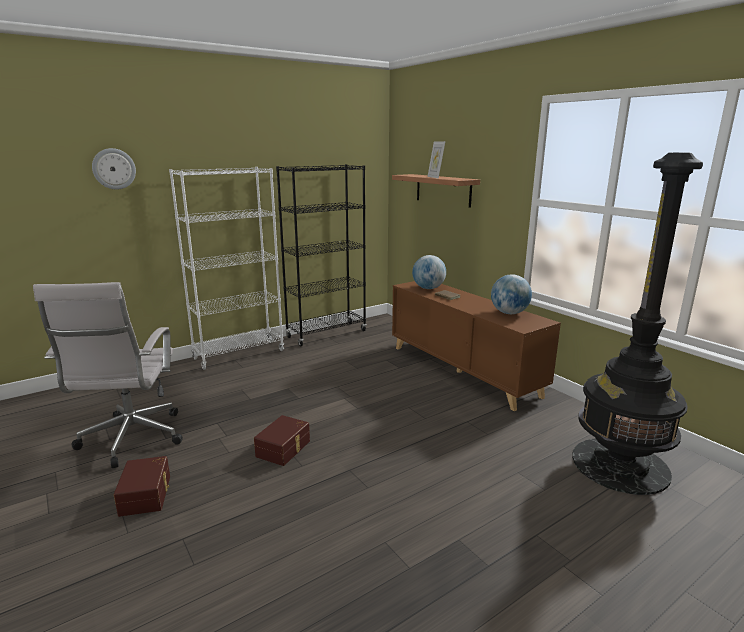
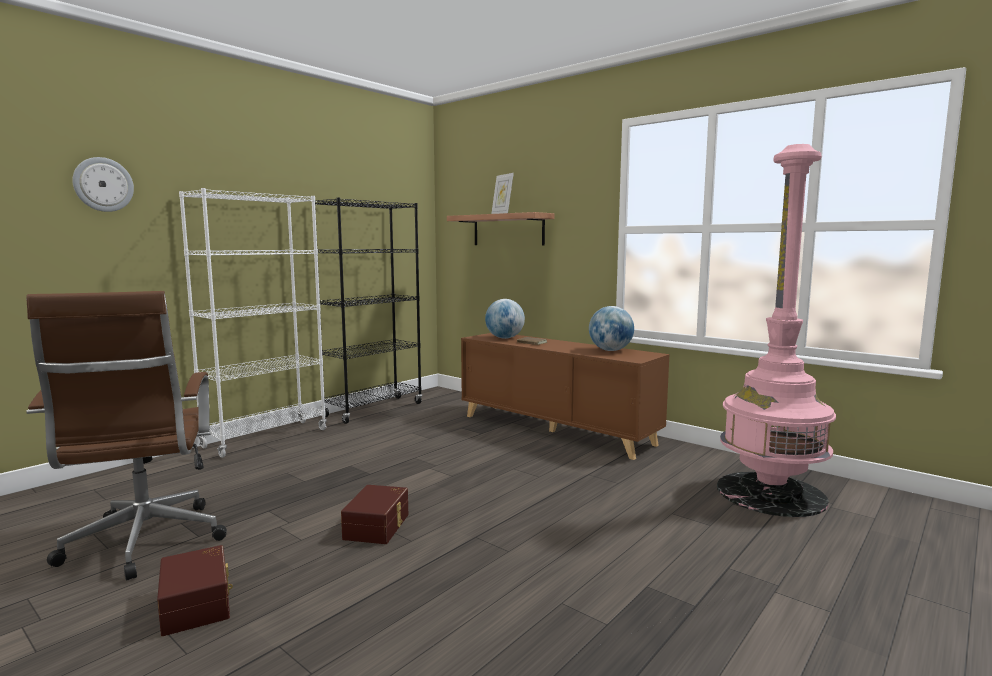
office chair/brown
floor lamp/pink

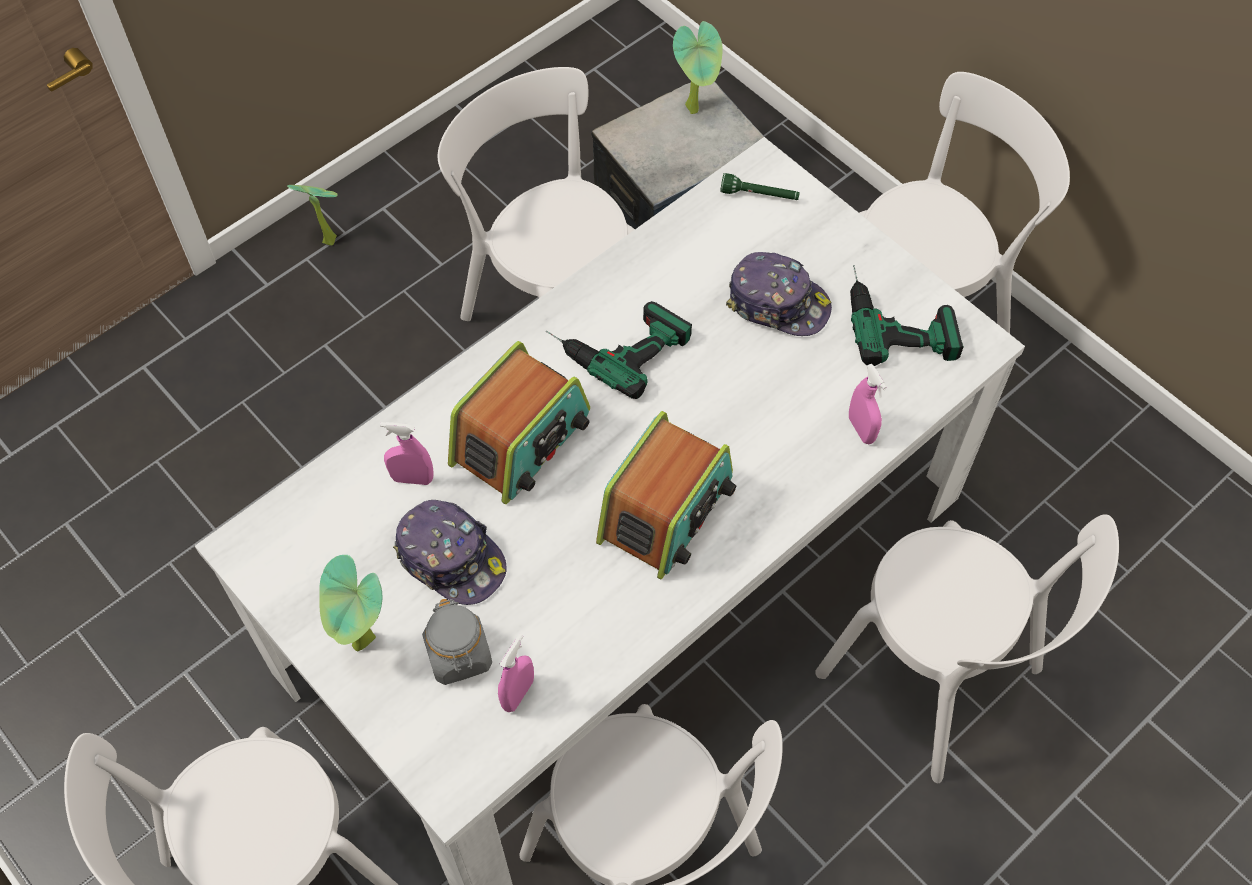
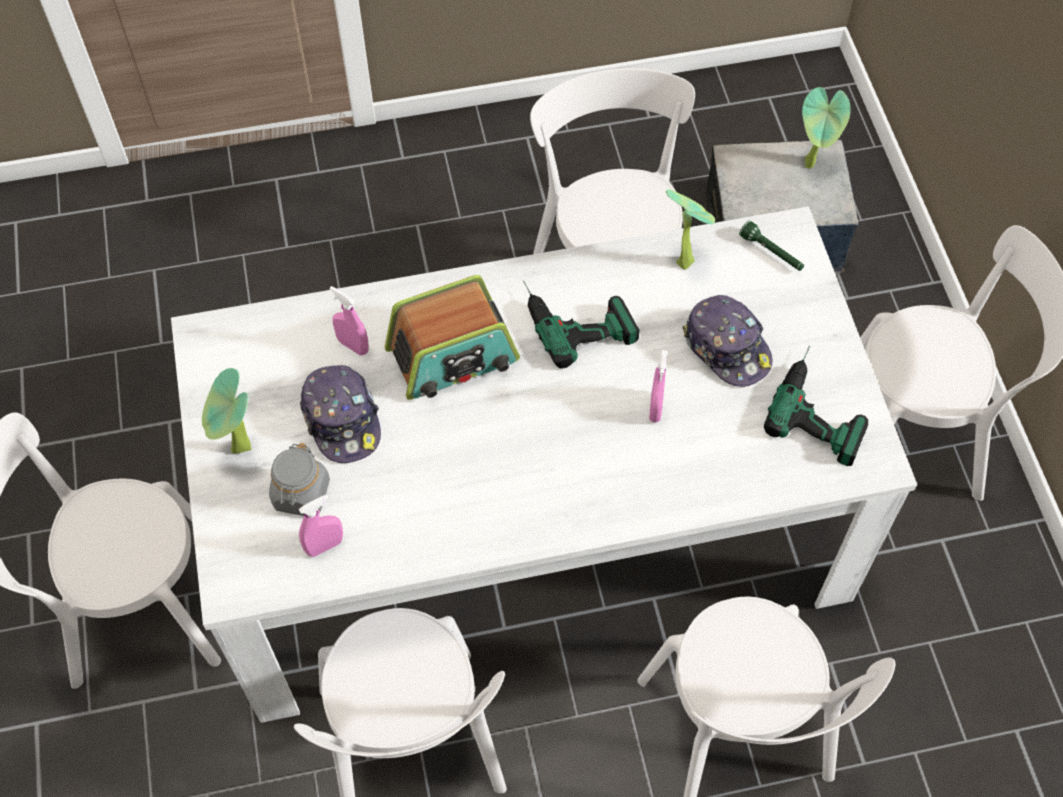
potted plant (2nd from left)
radio (2nd from left in the first image)
spray bottle/pink (3rd from left)

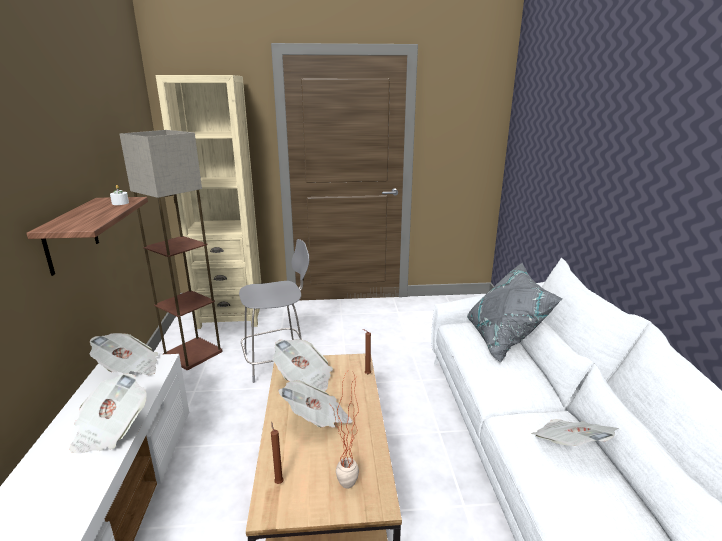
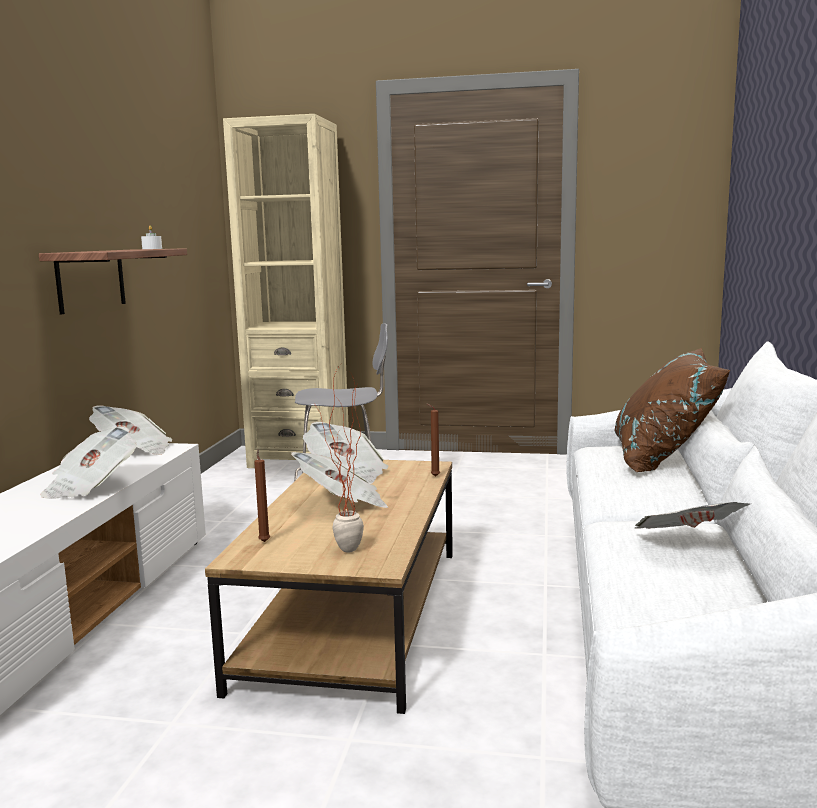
floor lamp
pillow/brown

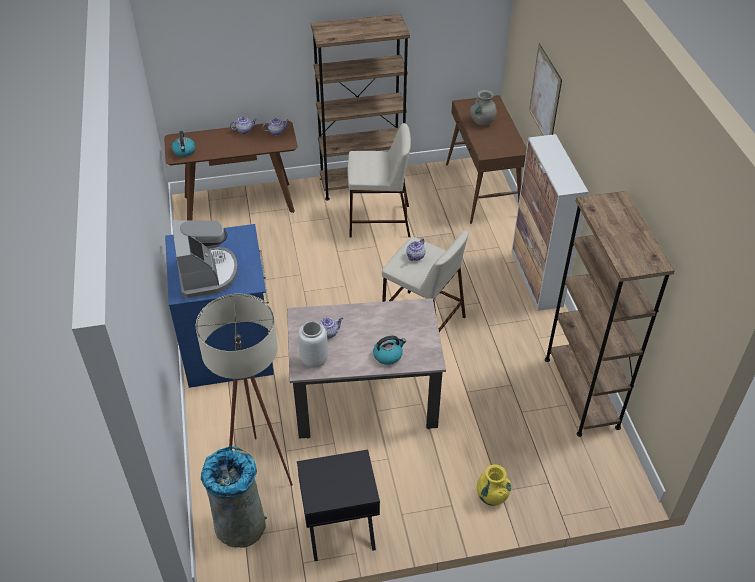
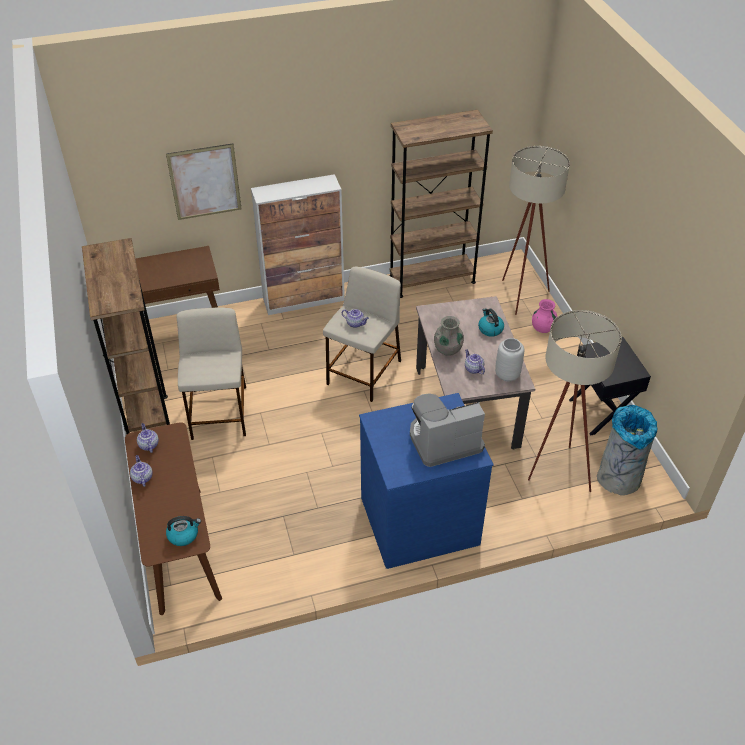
vase/grey (1st from left)
vase/pink
floor lamp/beige (1st from left)

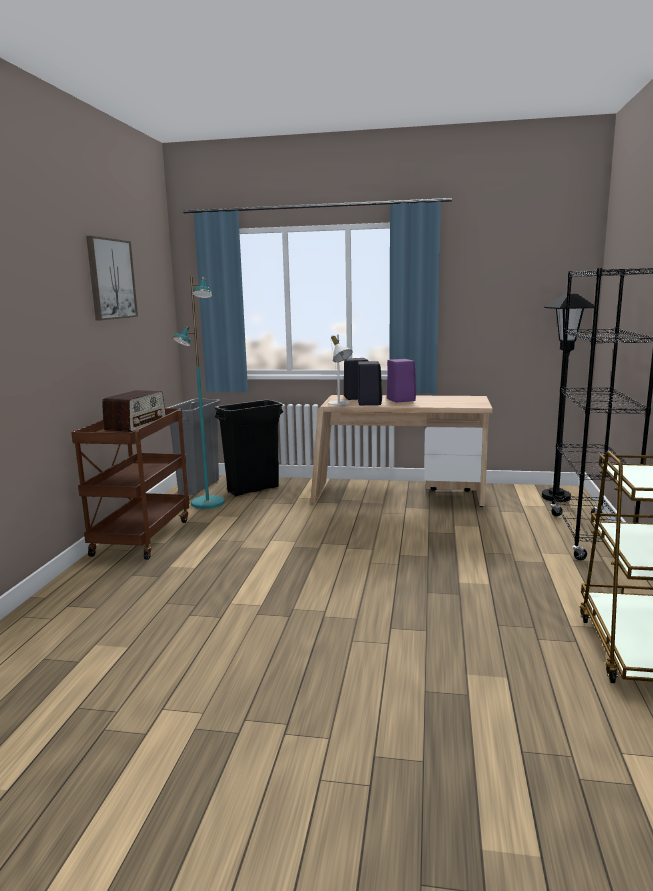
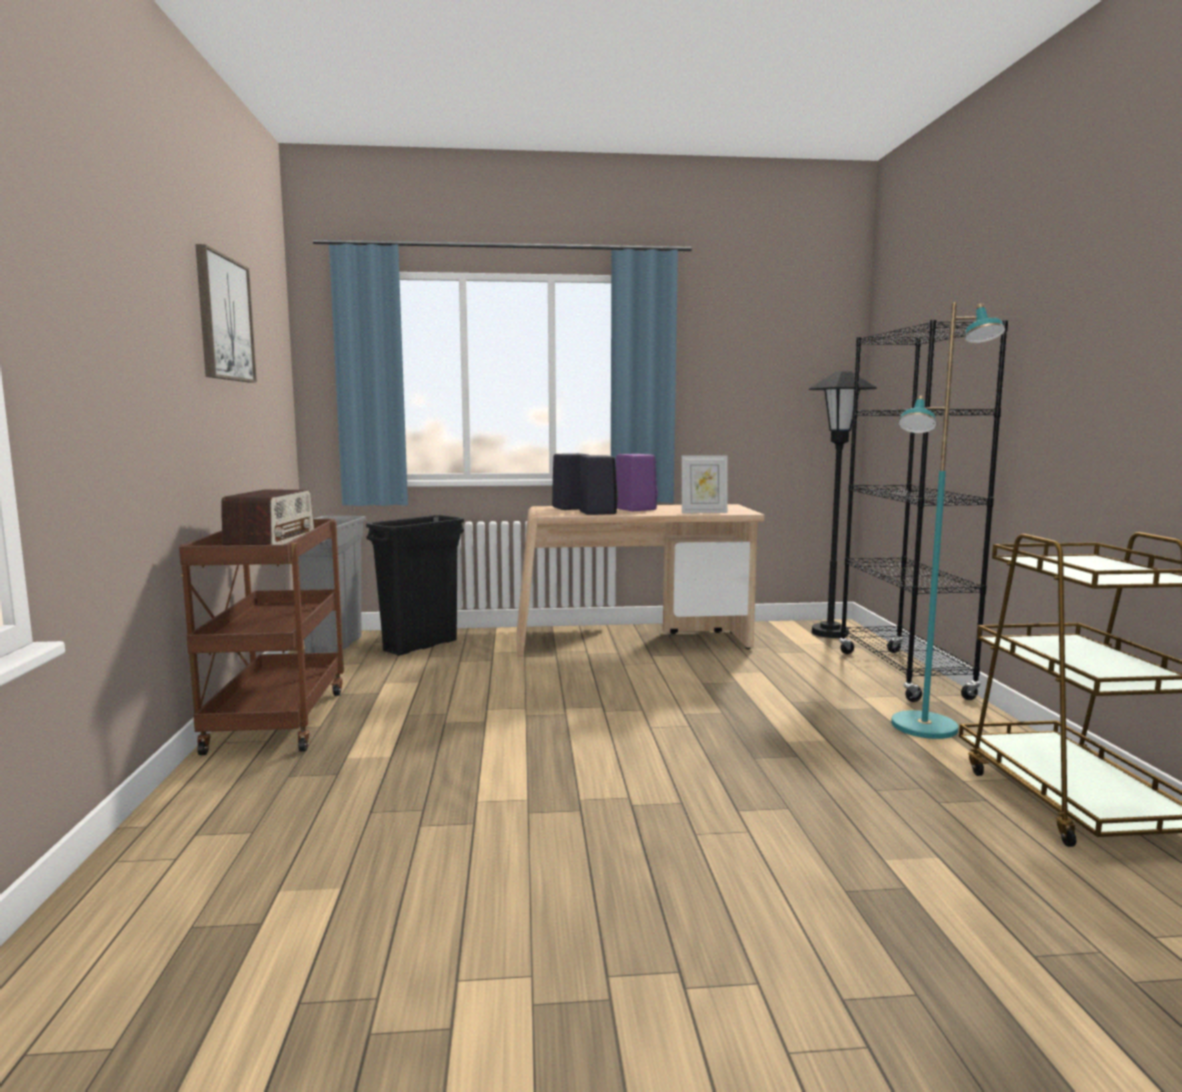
floor lamp/turquoise
table lamp/white
picture frame

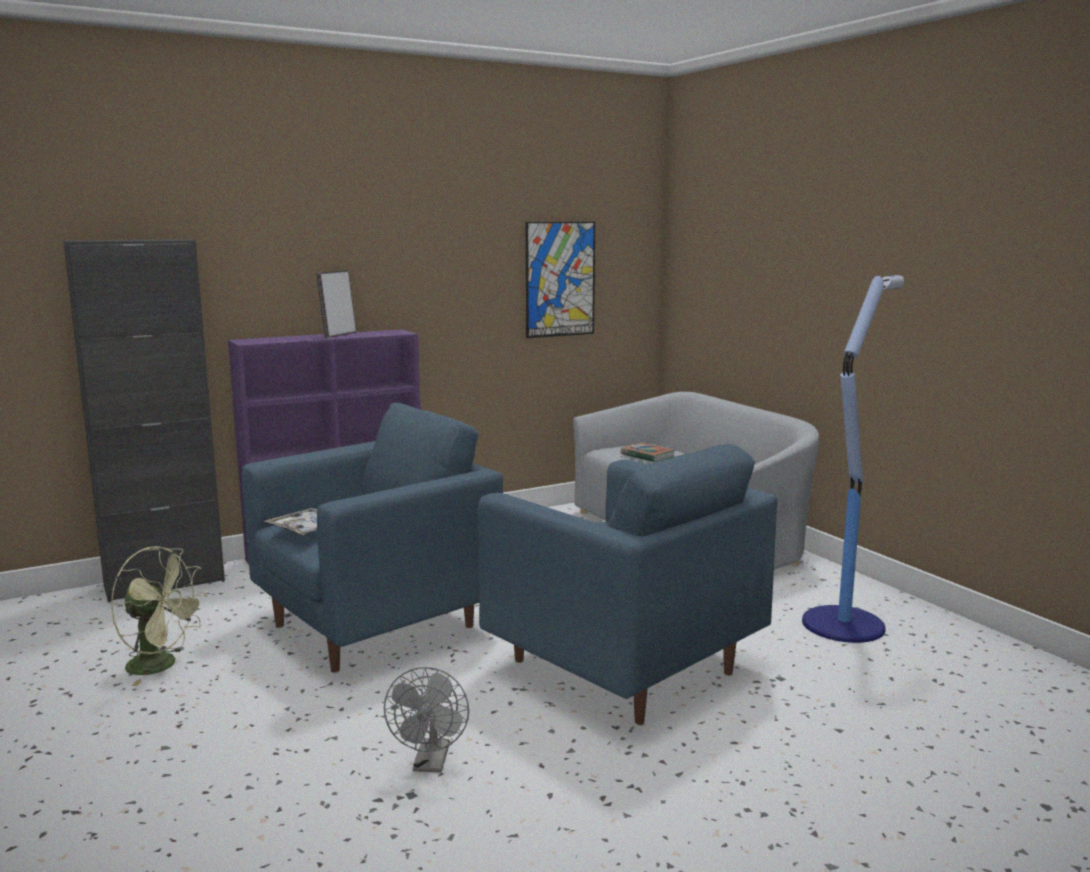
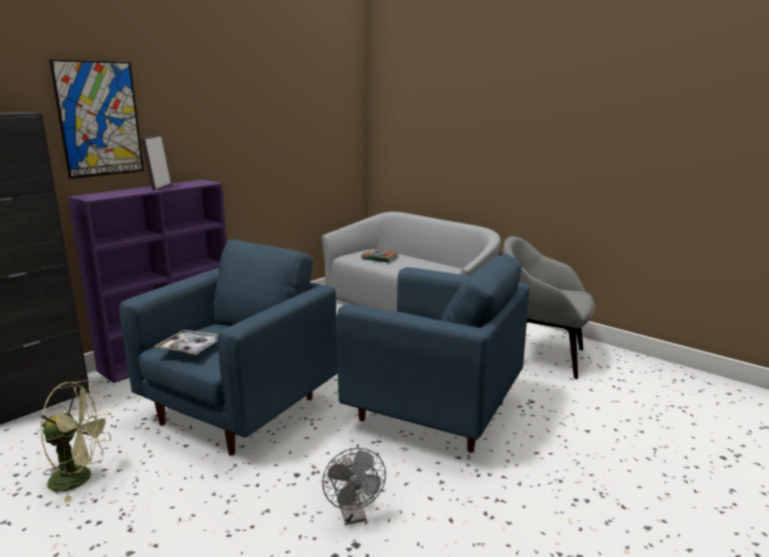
picture
armchair/grey

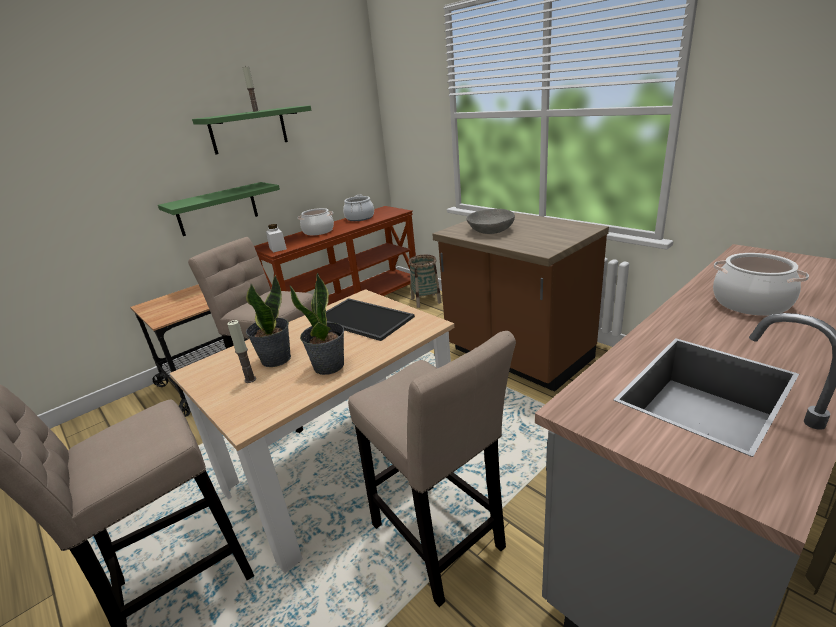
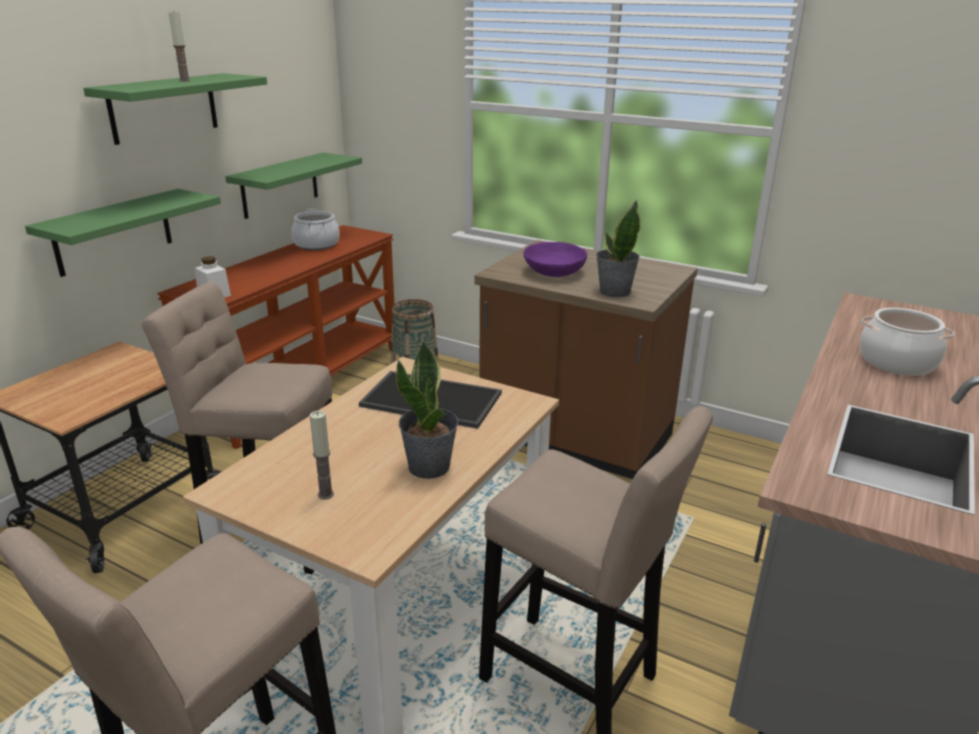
potted plant (2nd from left)
cooking pot (1st from left in the first image)
bowl/purple
shelf/green (3rd from left)

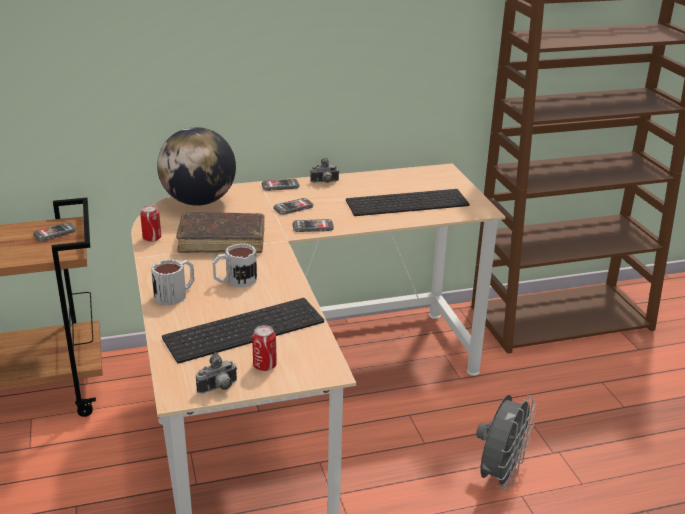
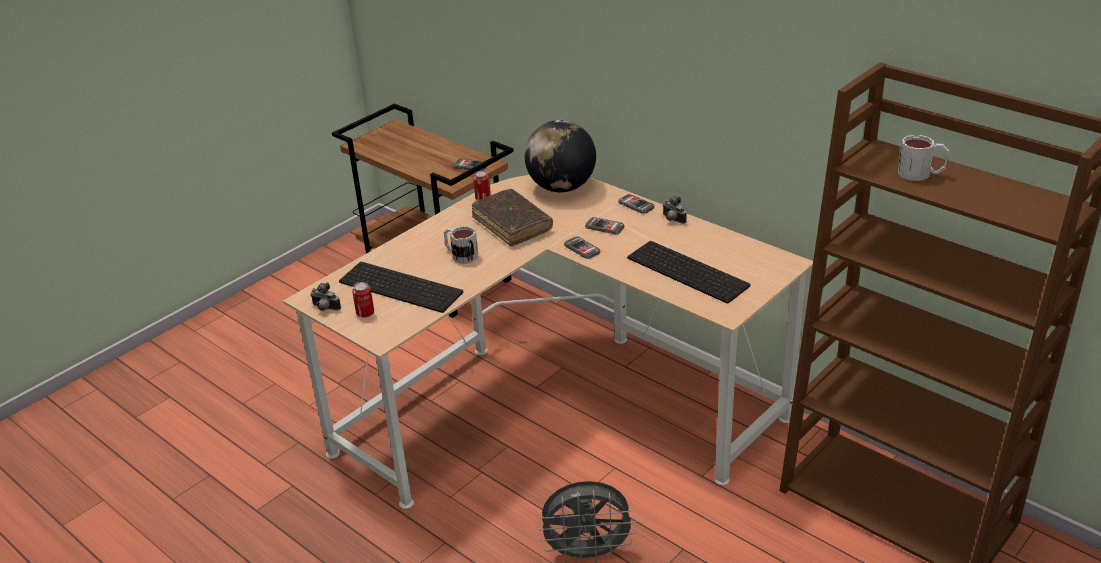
mug (2nd from left)

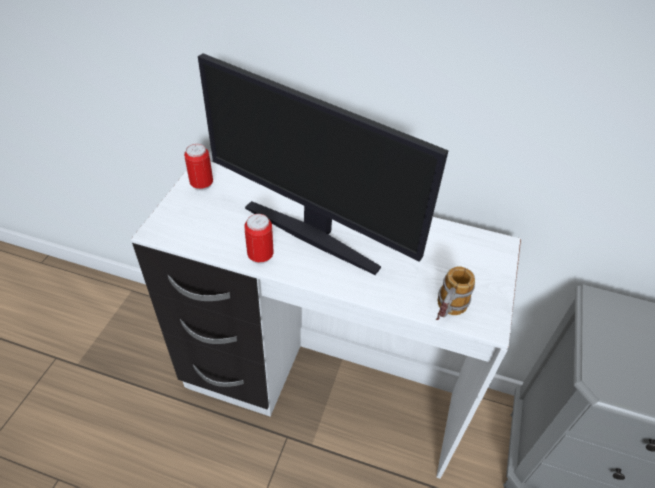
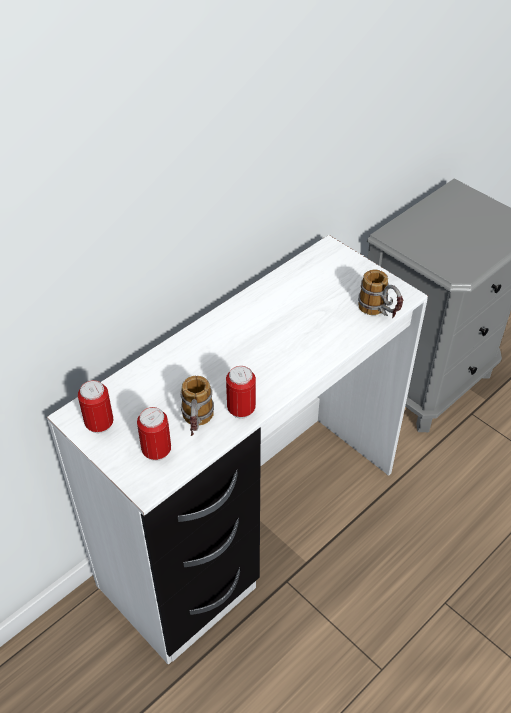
monitor
can (2nd from left)
mug (1st from left)

